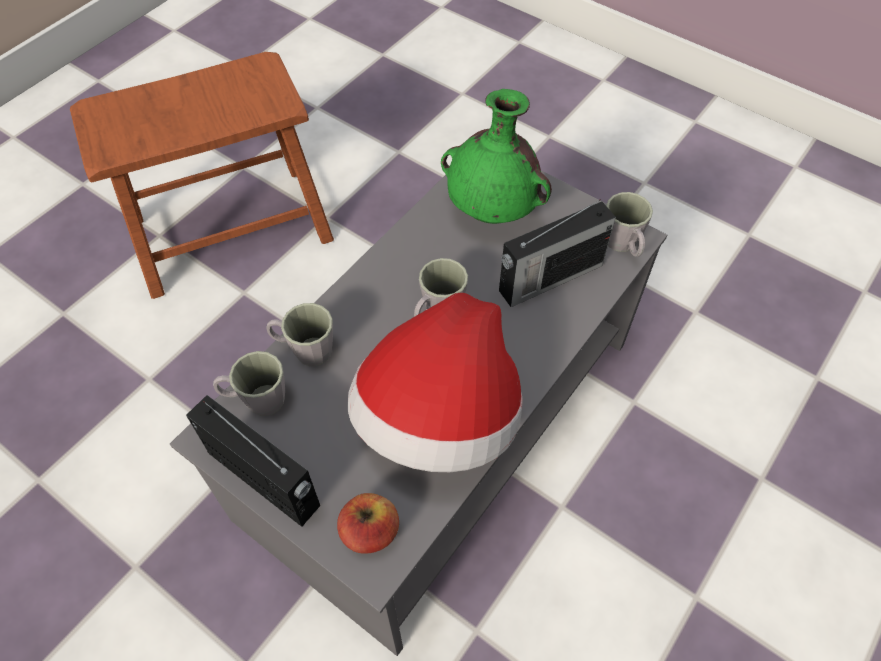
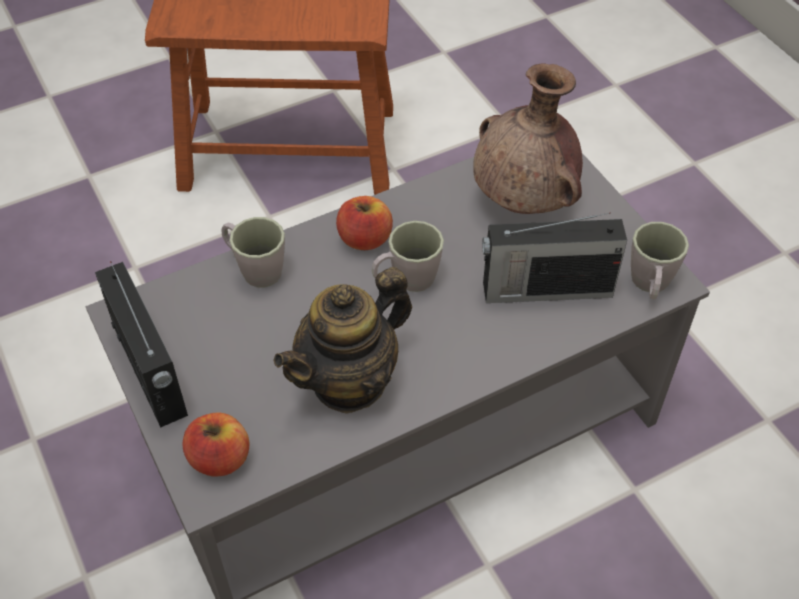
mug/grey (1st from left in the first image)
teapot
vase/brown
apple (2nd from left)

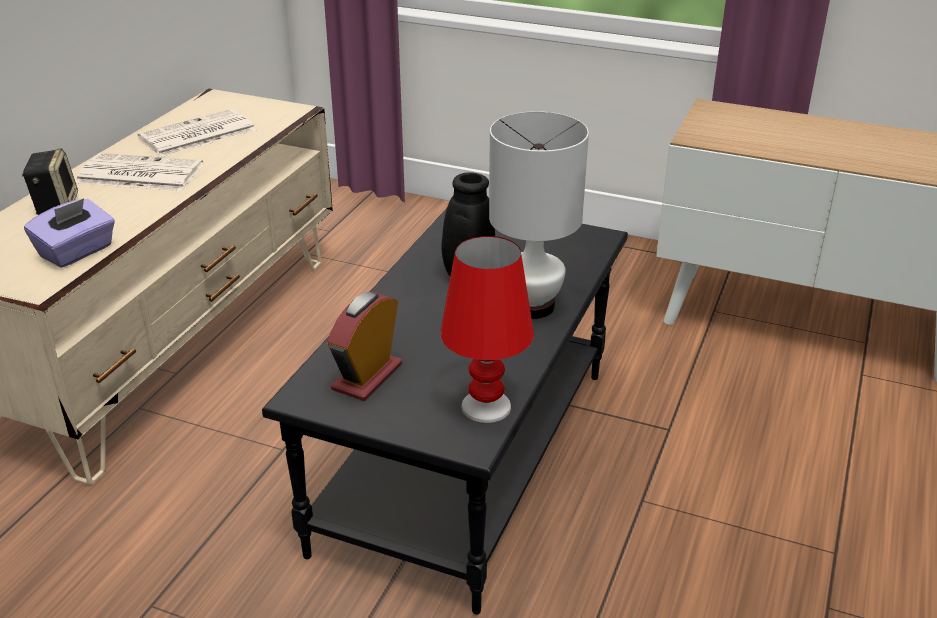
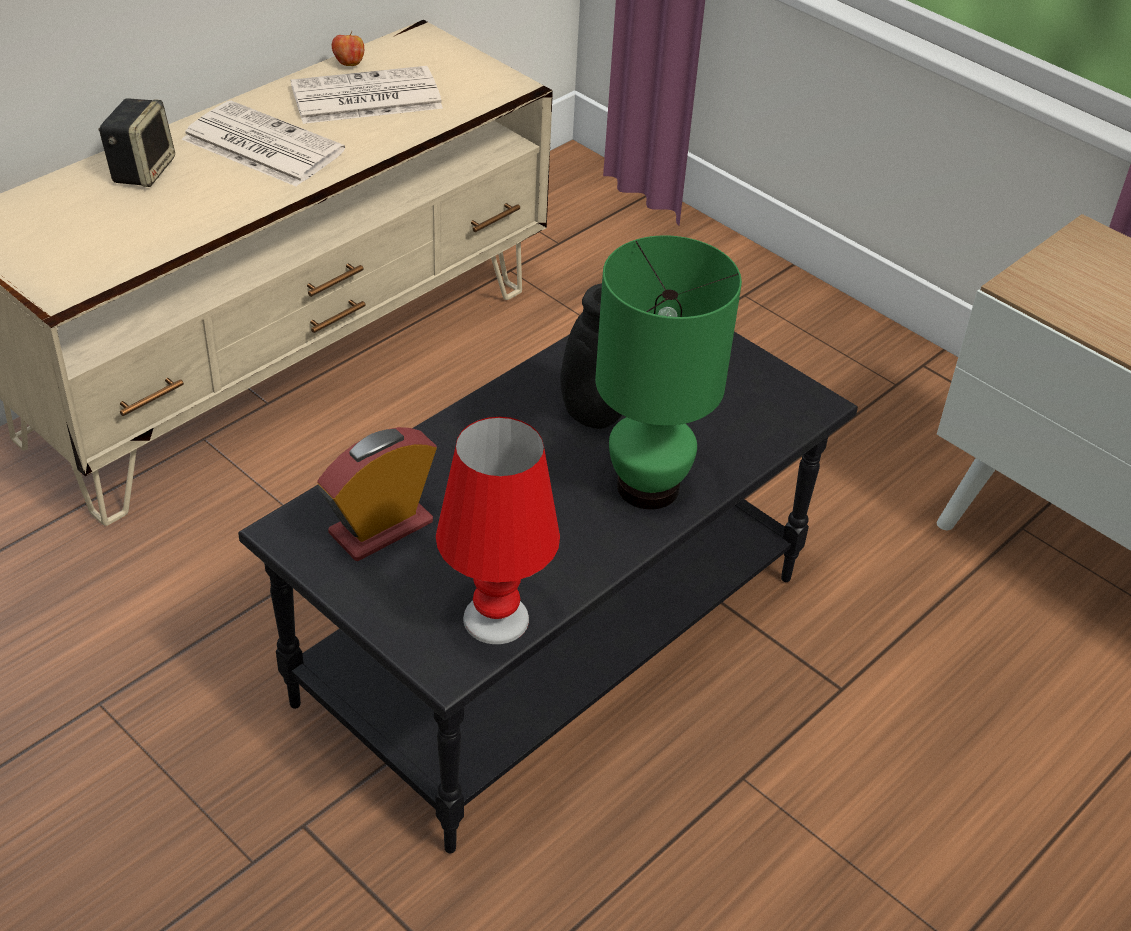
tissue box/purple
table lamp/green
apple

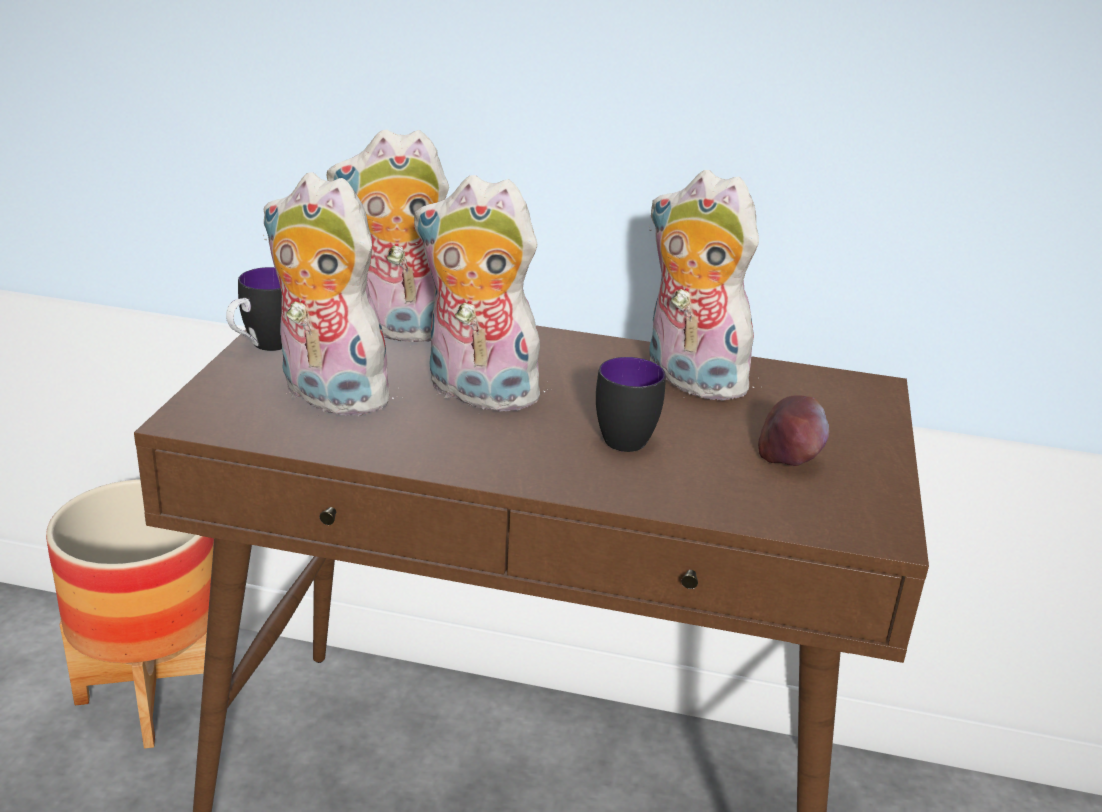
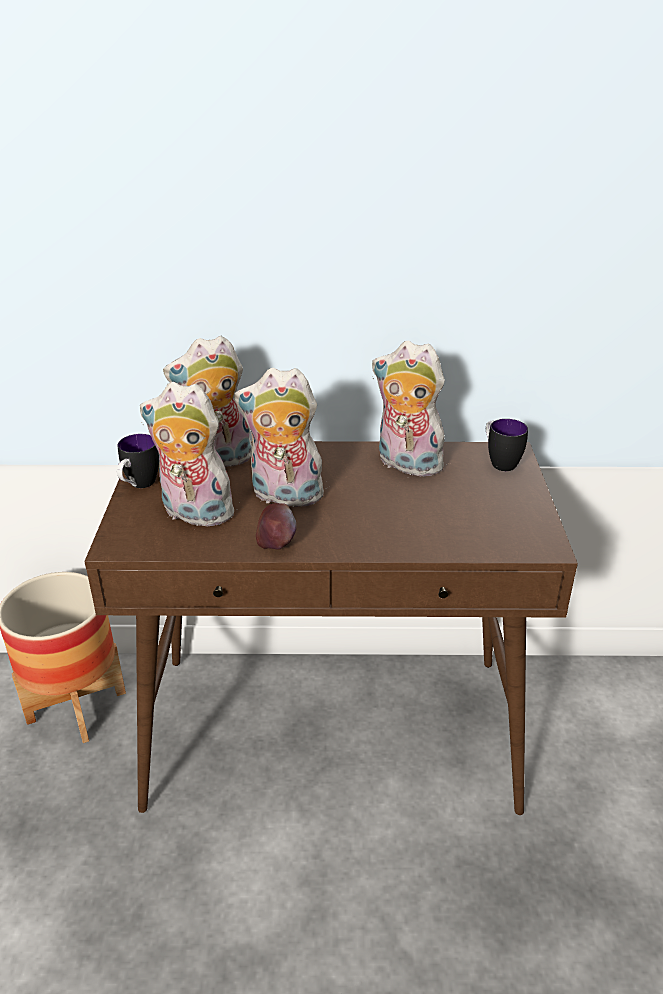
mug (2nd from left)
apple

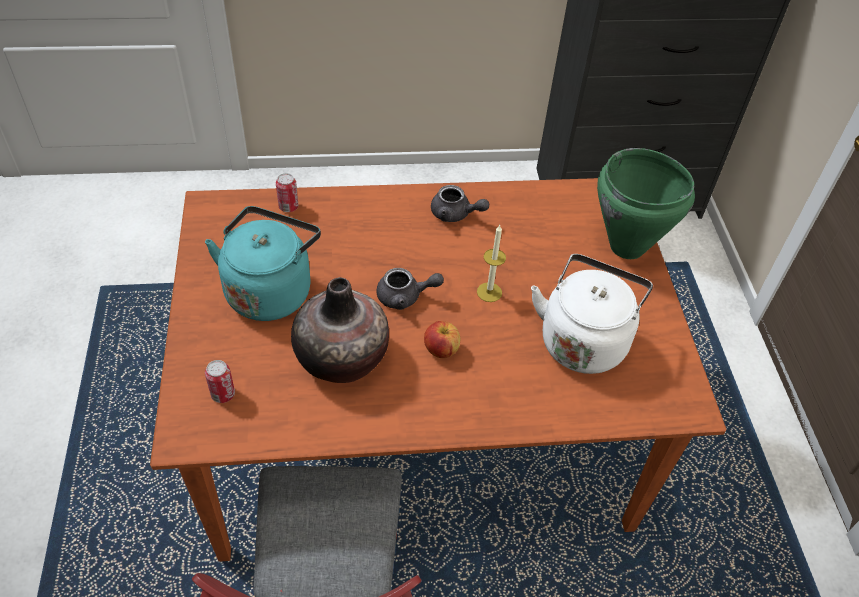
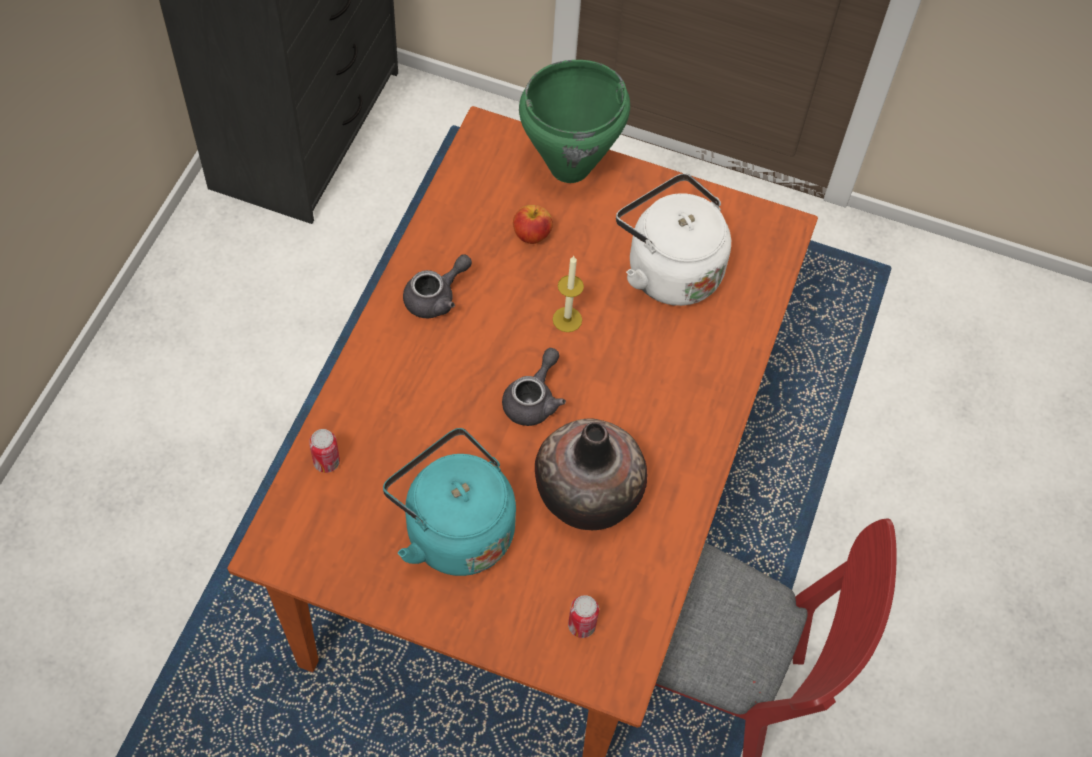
apple

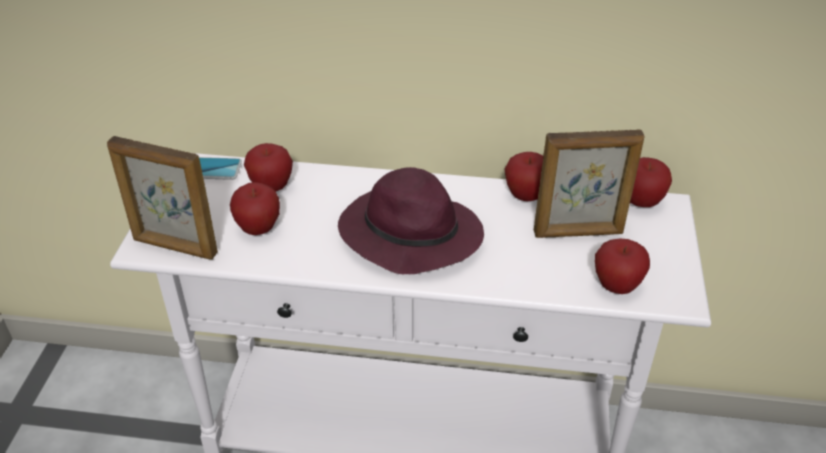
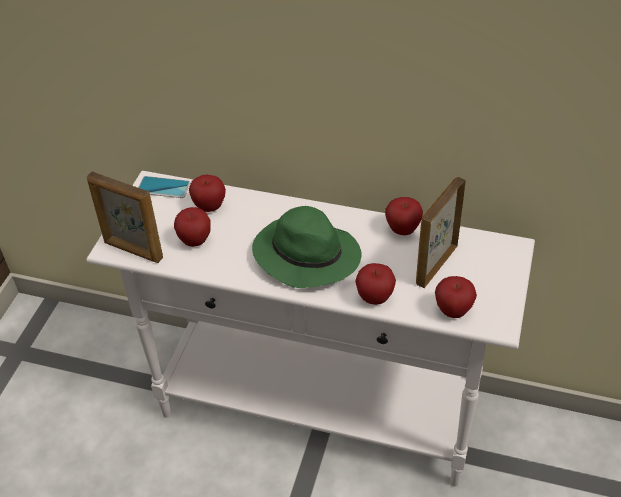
hat/green
picture frame (2nd from left)
apple (3rd from left)

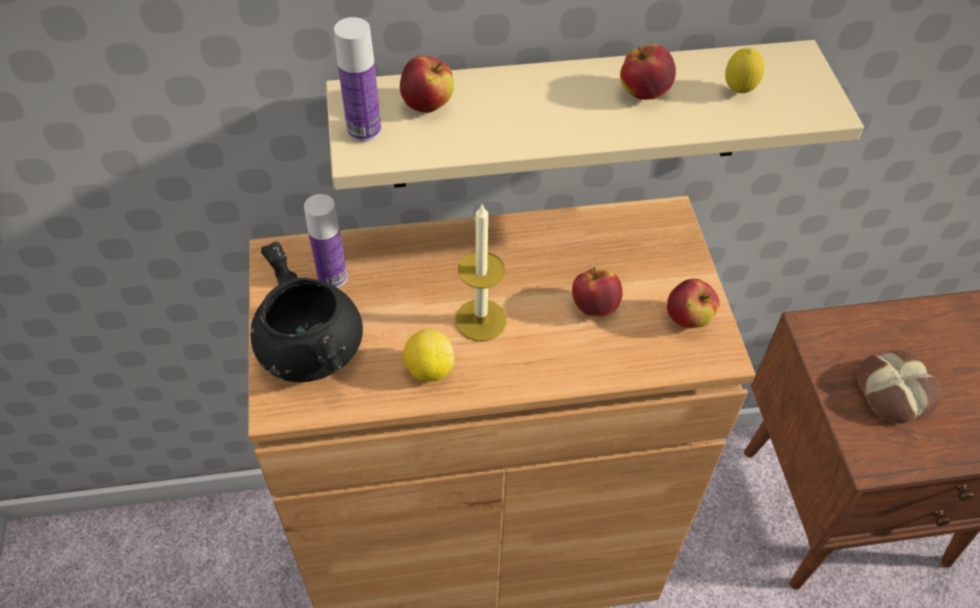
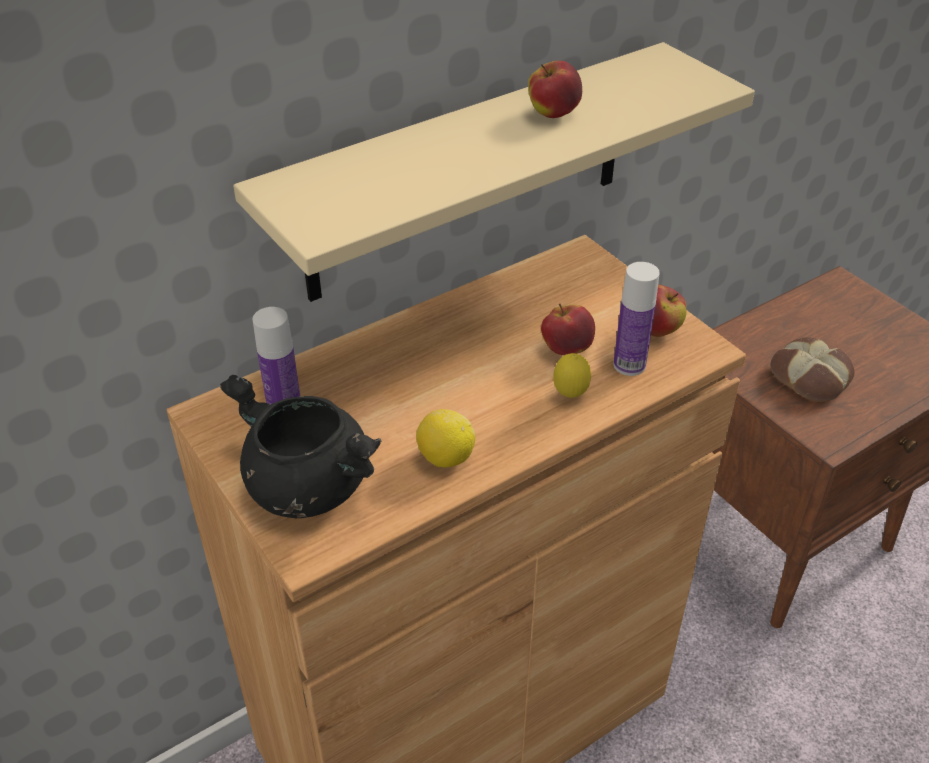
bottle (2nd from left)
apple (1st from left in the first image)
candle
lemon (2nd from left)

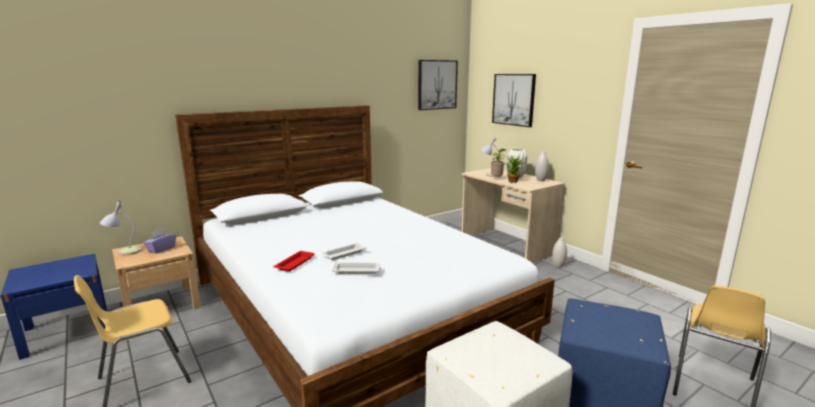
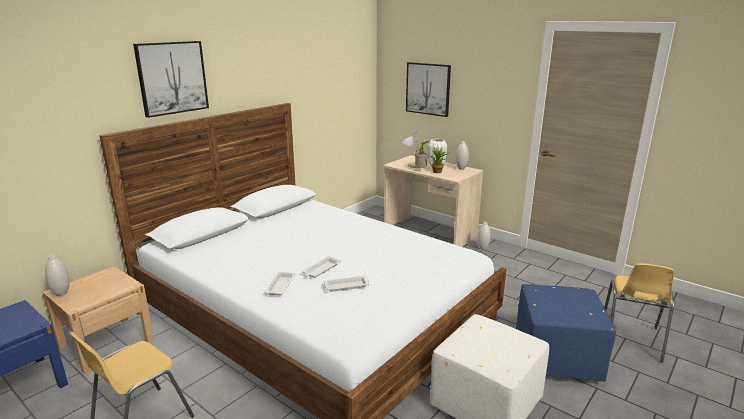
vase/white (1st from left)
tissue box/purple
tray/white (1st from left)
picture (1st from left)

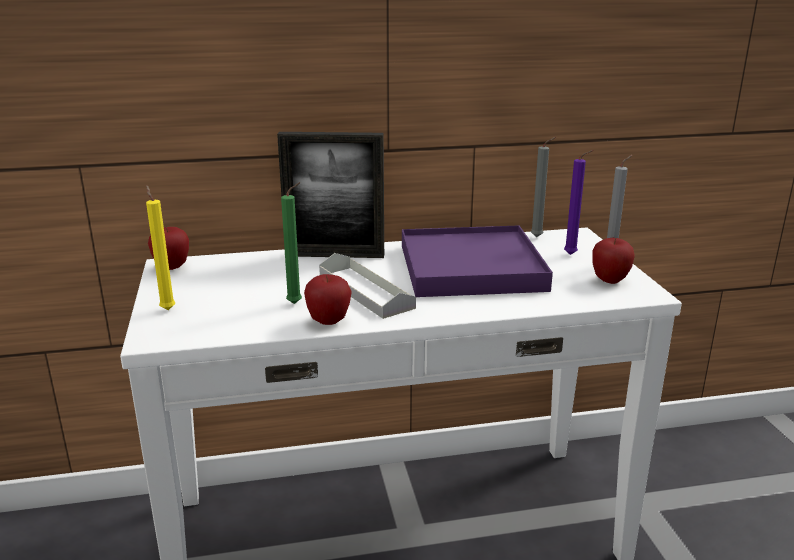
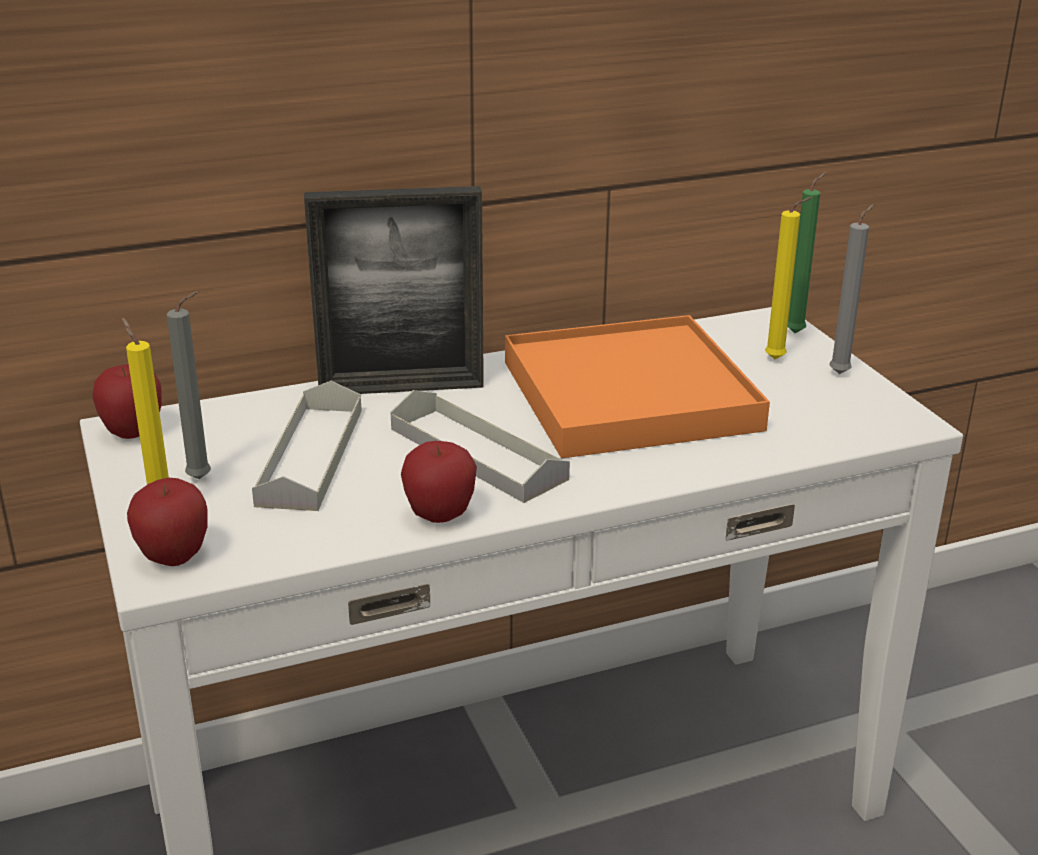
candle/green
tray/orange
candle/grey (1st from left)
candle/yellow (2nd from left)
apple (2nd from left)
tray/grey (1st from left)

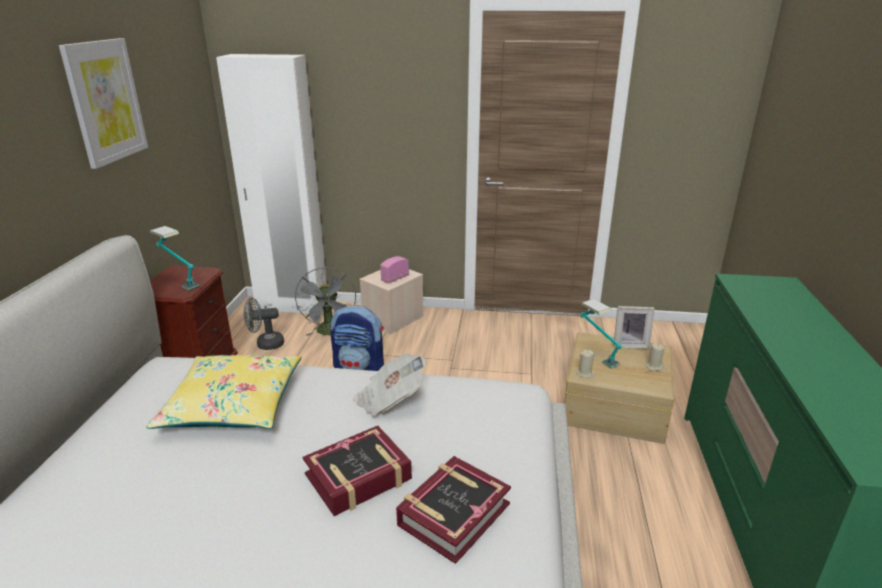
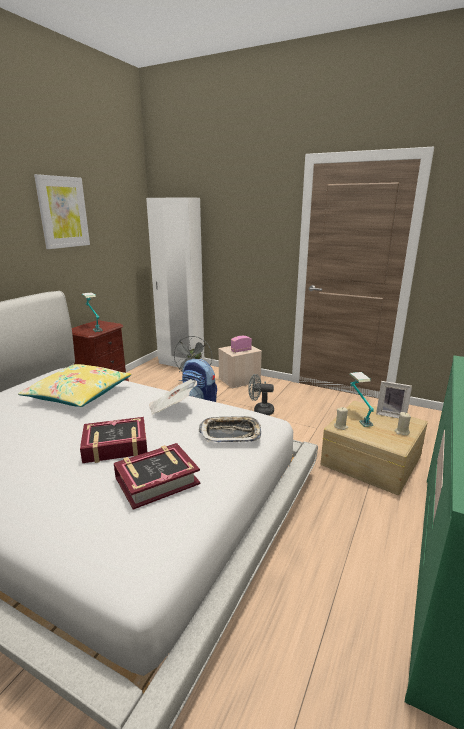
fan/grey (2nd from left)
tray

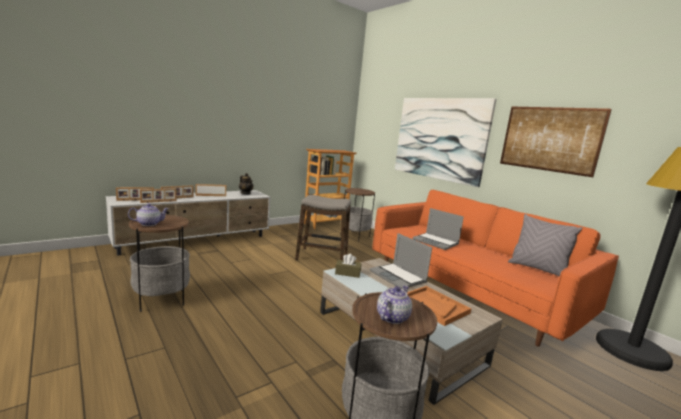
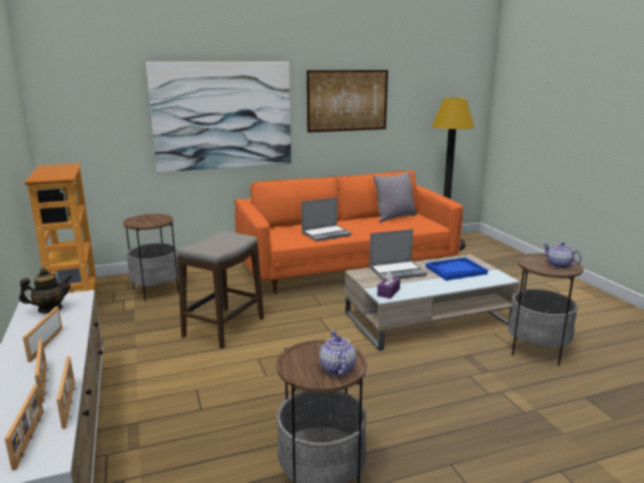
tissue box/purple
tray/blue

